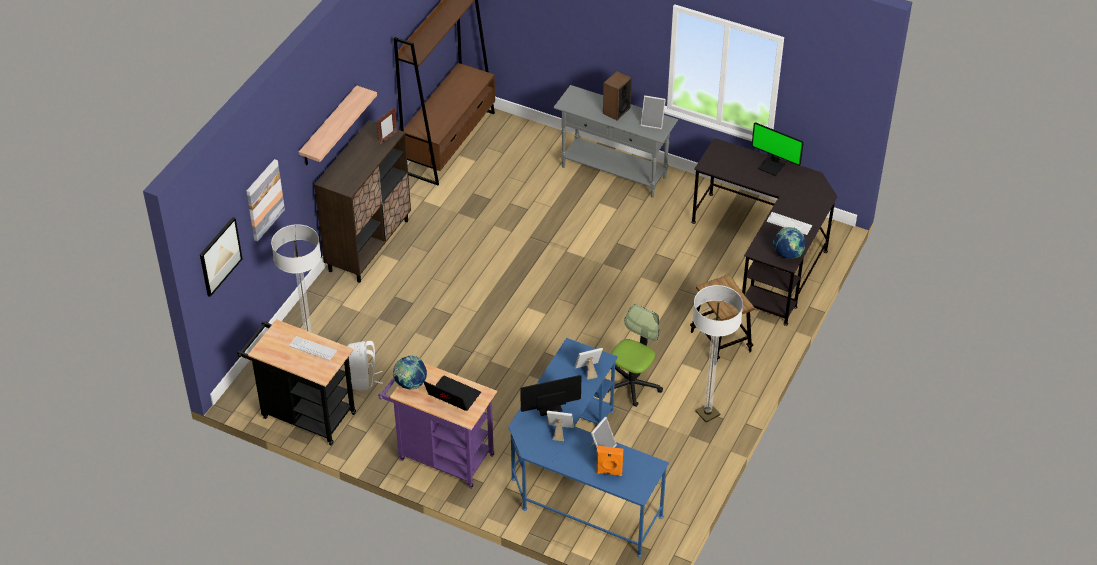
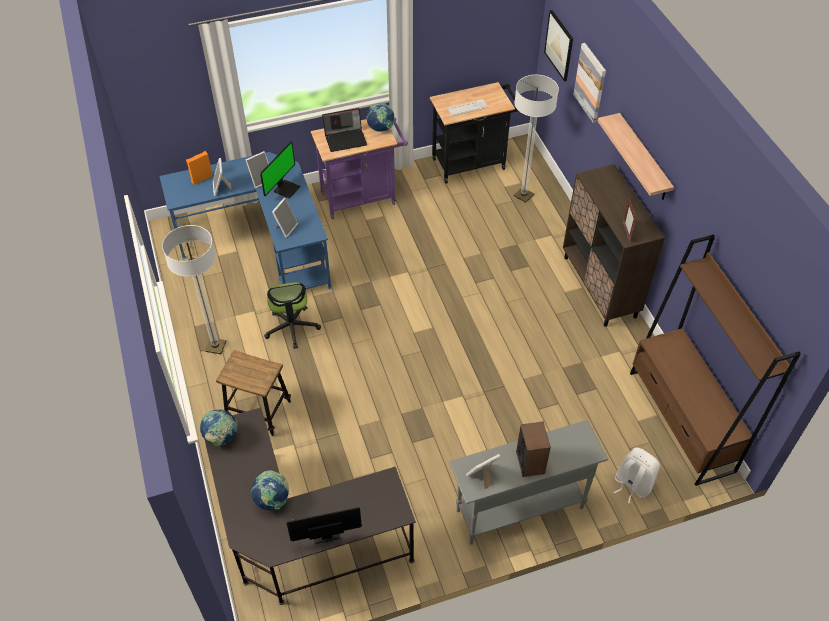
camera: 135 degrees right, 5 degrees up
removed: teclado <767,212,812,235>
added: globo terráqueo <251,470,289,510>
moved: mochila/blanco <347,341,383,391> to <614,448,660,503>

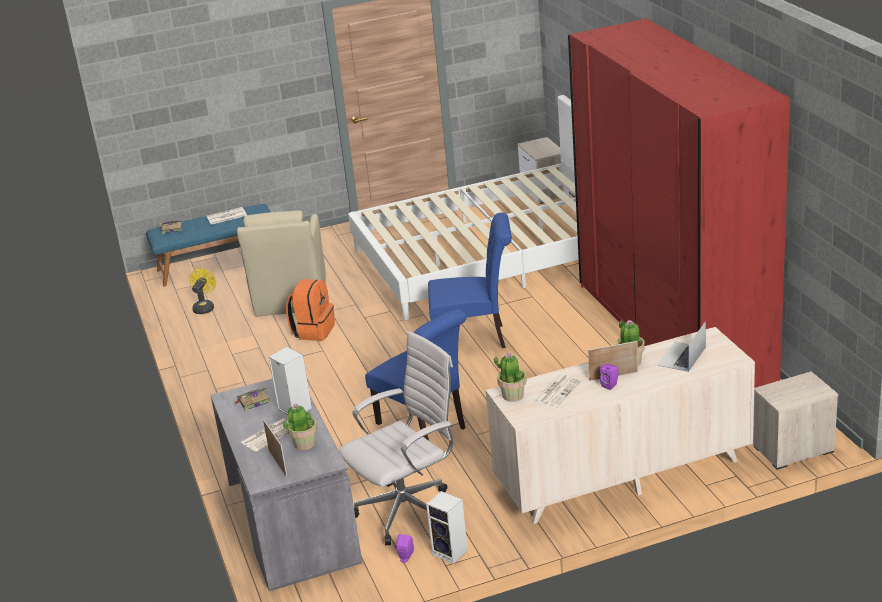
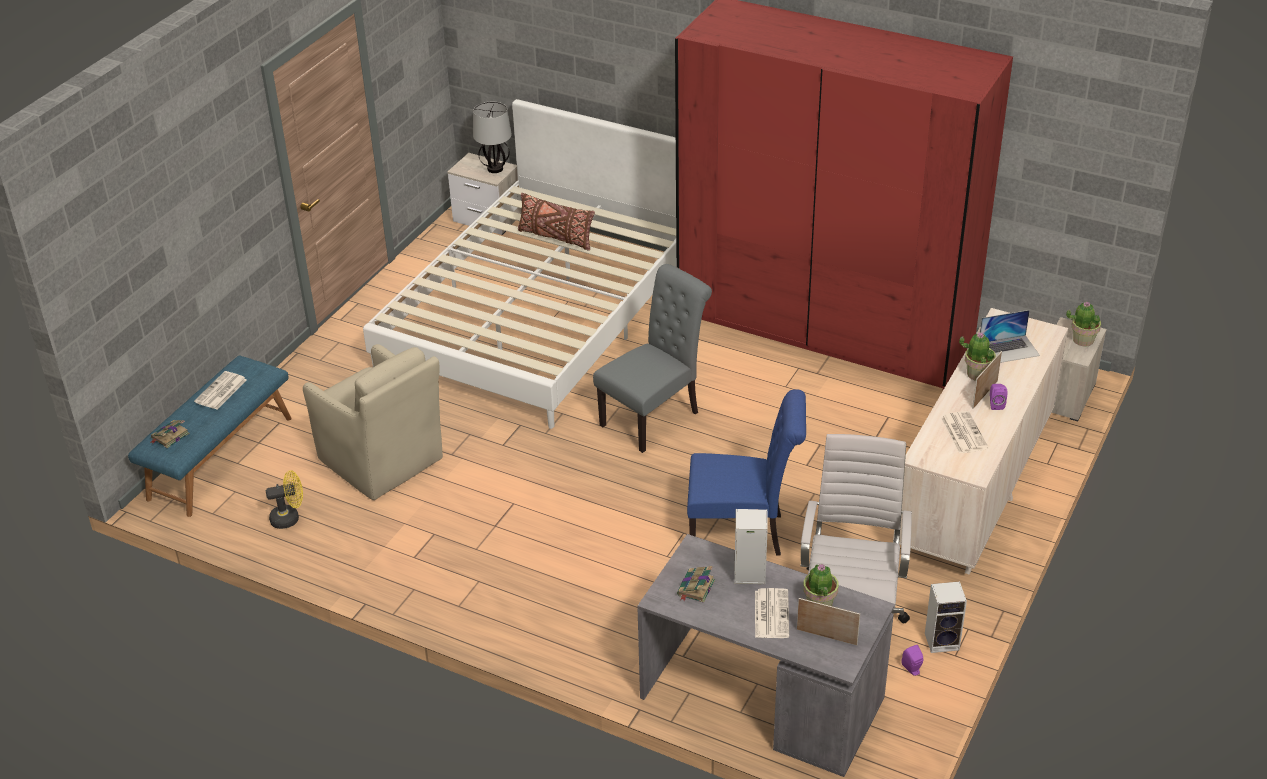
camera: 45 degrees left, 10 degrees up
removed: mochila/naranja <286,279,335,341>
added: lámpara de mesa <473,102,512,173>; cojín/marrón <518,193,595,251>
moved: planta en maceta <494,353,527,402> to <1066,301,1101,347>
recoloured: silla/azul <428,213,512,348> to silla/gris <593,264,712,453>
turned: ventilador/amarillo <189,268,216,314> = <266,470,303,529> 105 degrees clockwise; portátil <657,321,706,372> = <980,310,1040,363> 90 degrees counterclockwise

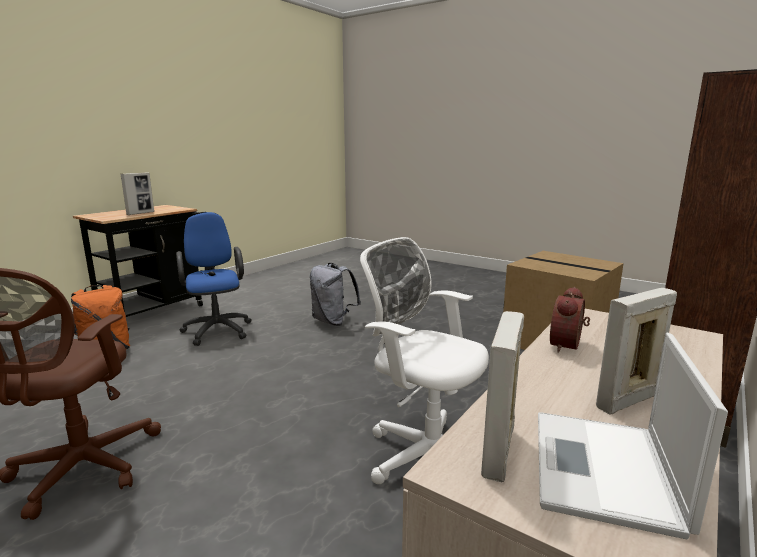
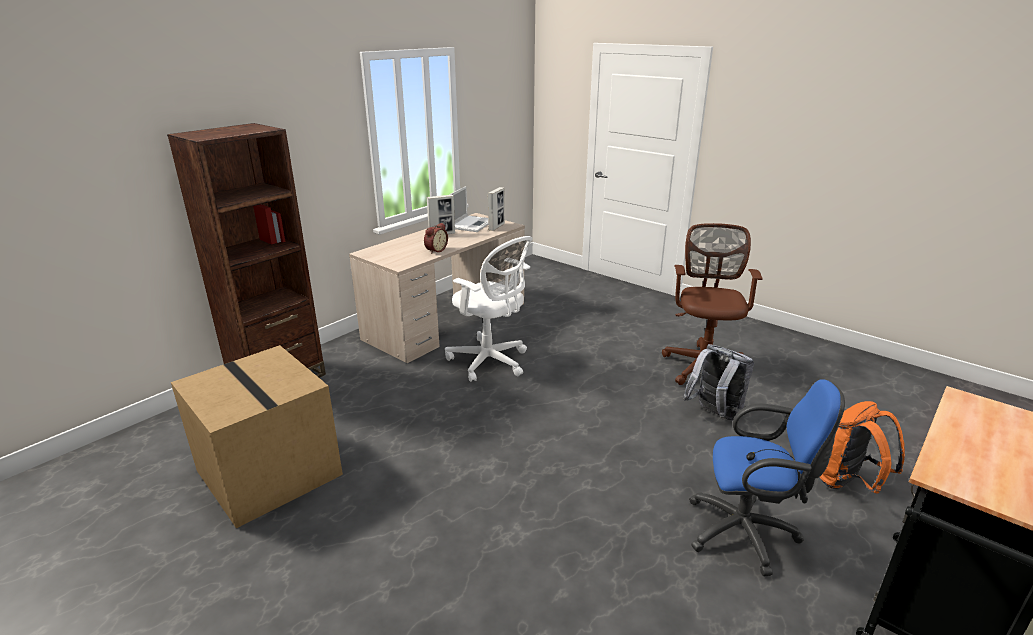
camera: 175 degrees left, 10 degrees up
removed: portarretratos <120,172,154,215>
moved: mochila/gris <310,263,361,326> to <683,344,754,421>
turned: silla de oficina/azul <176,212,252,346> = <689,379,845,576> 60 degrees counterclockwise

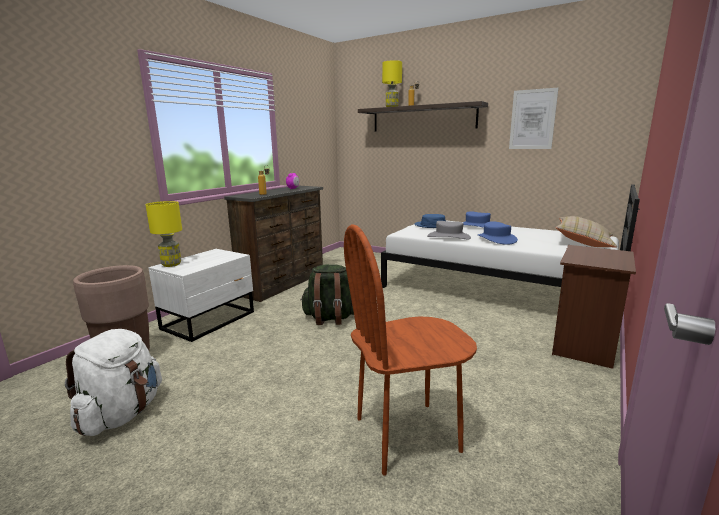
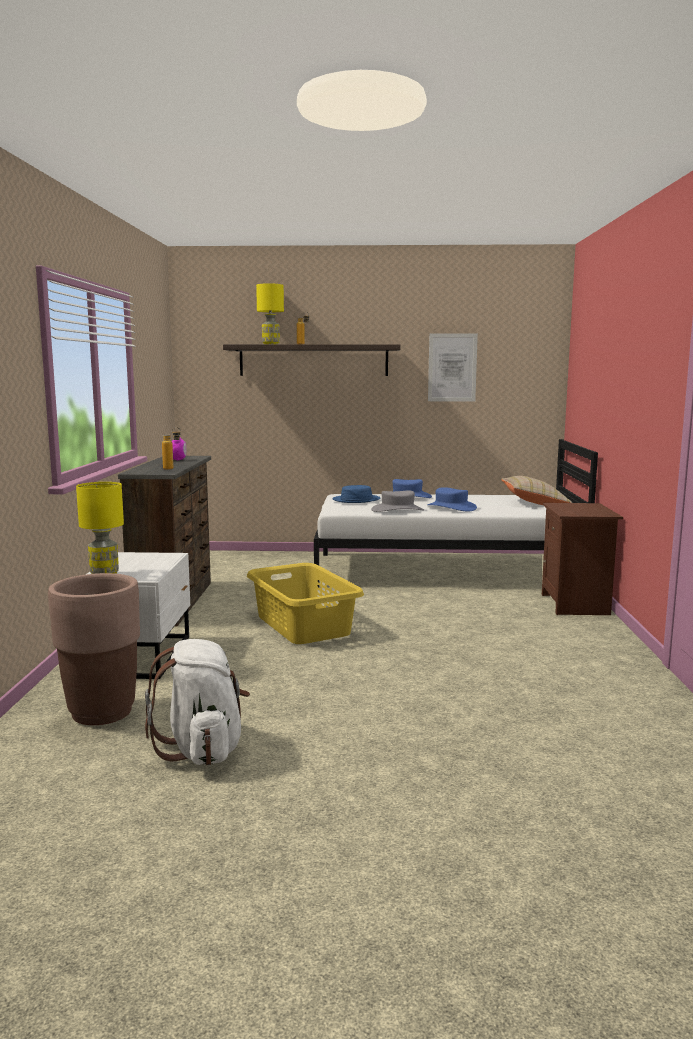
camera: 30 degrees left, 5 degrees down
removed: silla/marrón <344,224,477,476>
replaced: mochila/verde <300,264,354,325> to cesto de la ropa/amarillo <247,563,364,644>

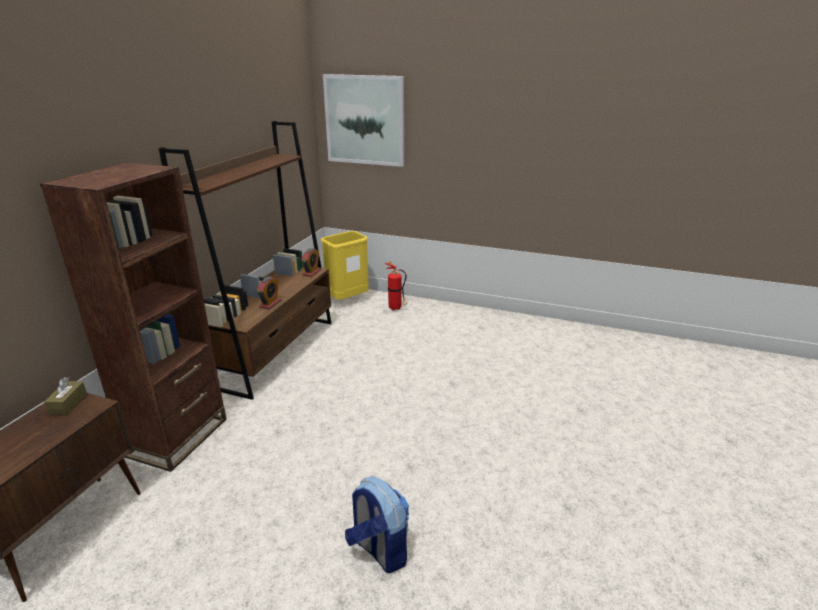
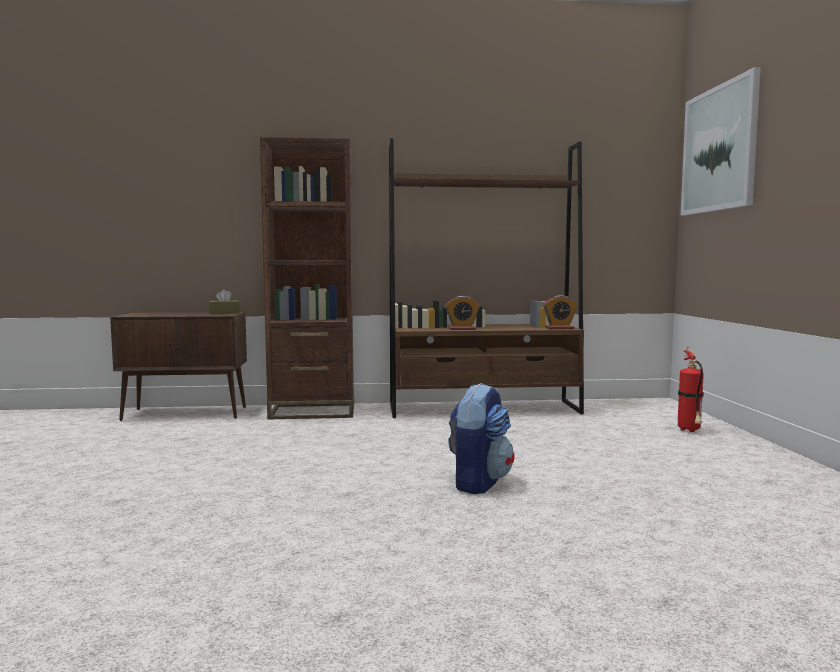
camera: 65 degrees right, 20 degrees down
removed: papelera/amarillo <321,231,369,300>
moved: mochila <345,476,409,573> to <449,383,515,494>

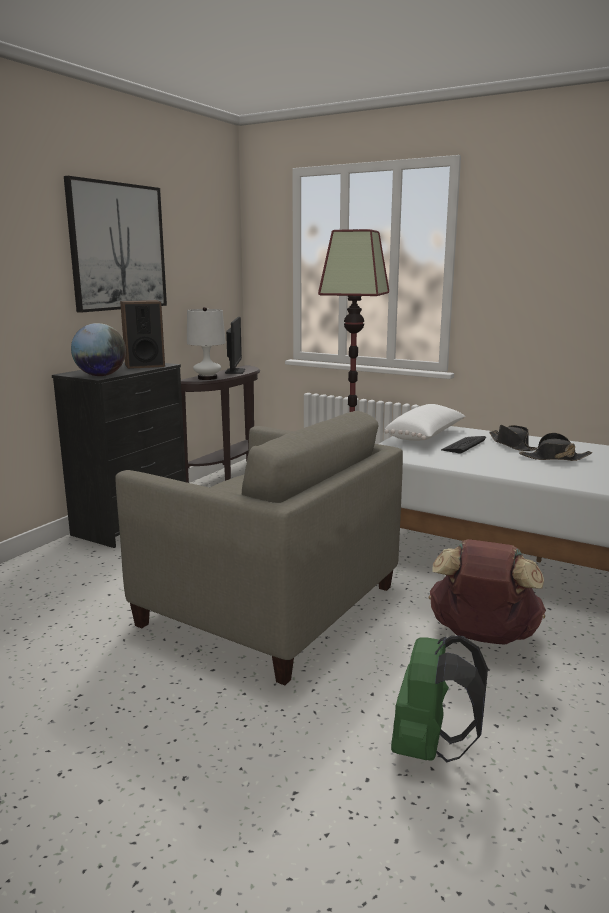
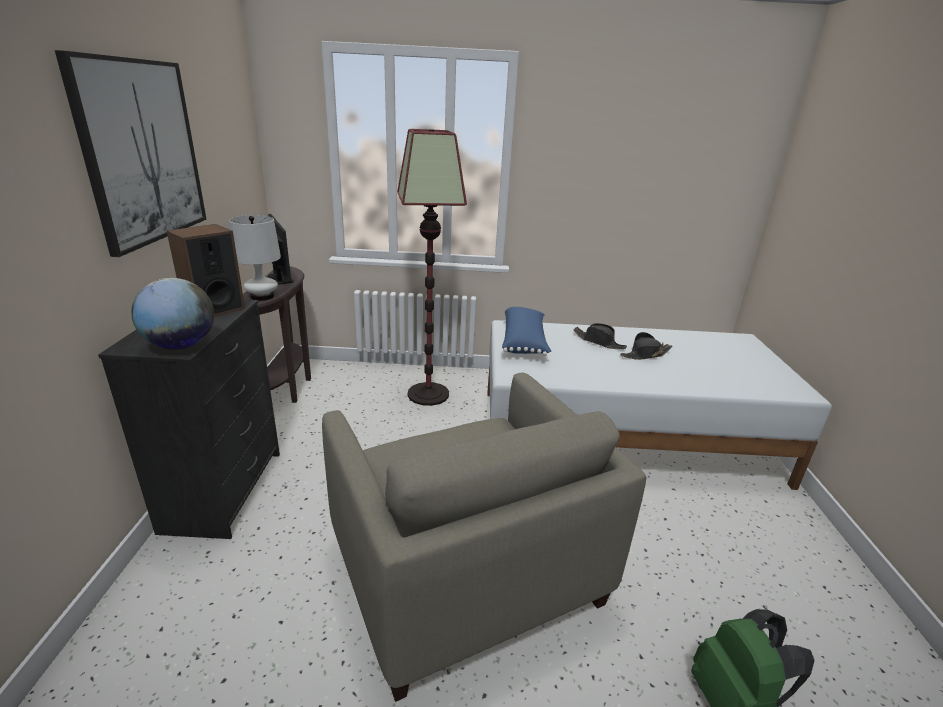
camera: 30 degrees left, 10 degrees up
removed: mochila/marrón <429,539,546,645>; teclado <441,436,486,454>
recoloured: cojín/blanco <385,404,466,441> to cojín/azul <502,307,551,356>
turned: sillón/beis <115,411,403,685> = <322,373,646,702> 60 degrees clockwise

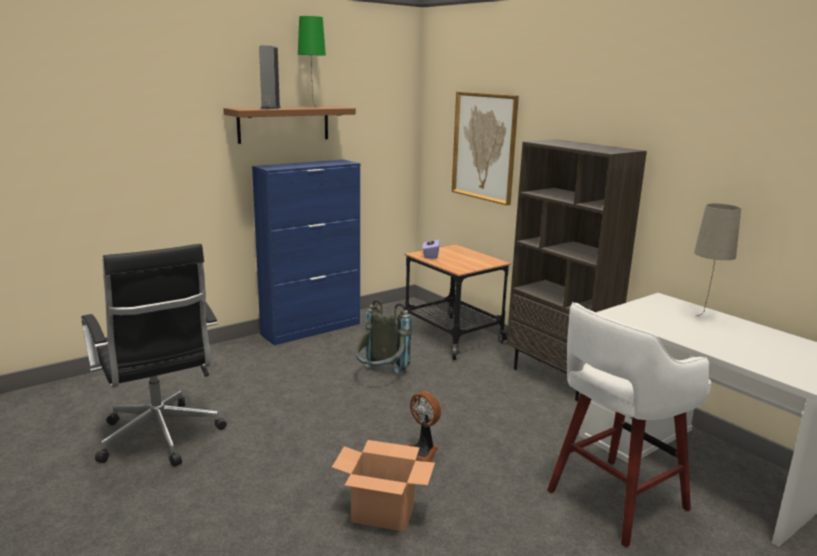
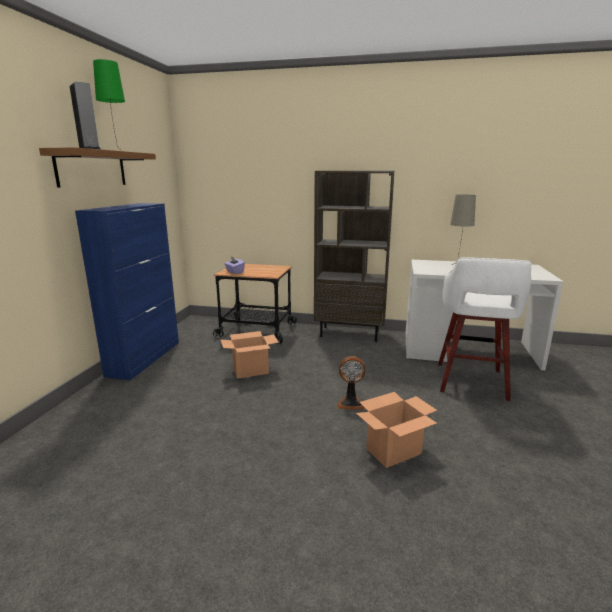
camera: 40 degrees left, 0 degrees up
removed: silla de oficina/negro <81,244,227,467>; cuadro <452,92,519,205>
replaced: mochila/gris <355,300,412,375> to caja de cartón <220,331,279,379>

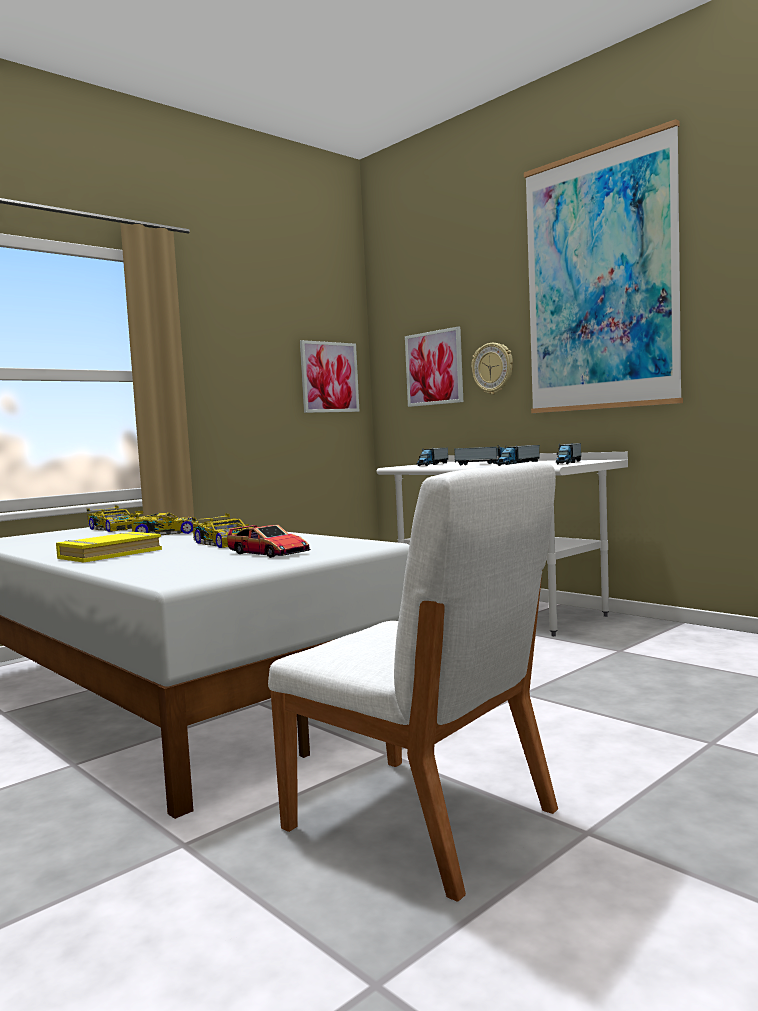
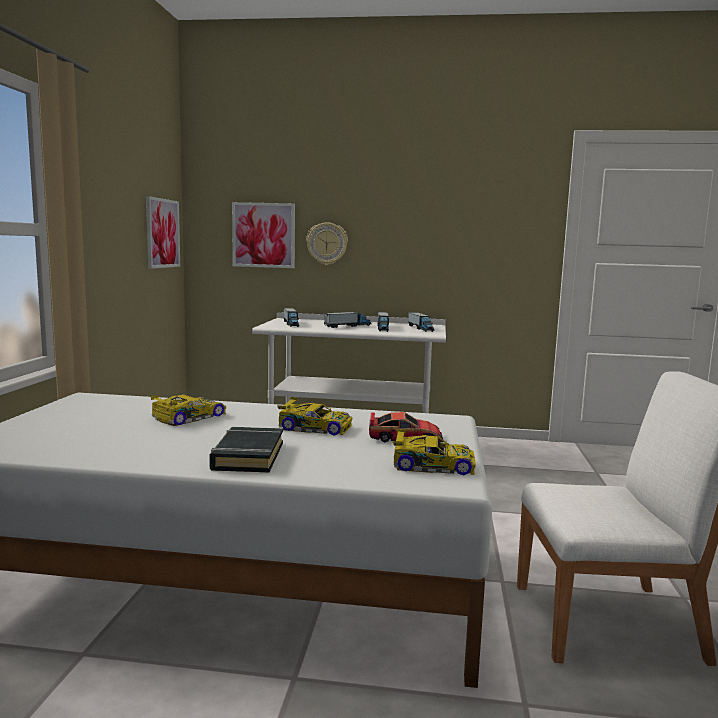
camera: 40 degrees left, 5 degrees up
removed: cuadro <524,119,683,413>
moved: coche de juguete <86,505,136,532> to <392,429,476,475>
recoloured: libro/amarillo <56,532,162,562> to libro/negro <209,427,283,472>

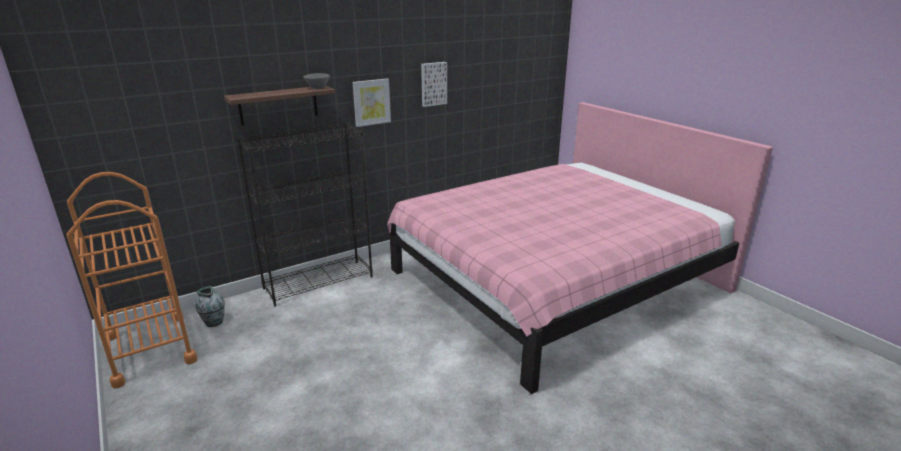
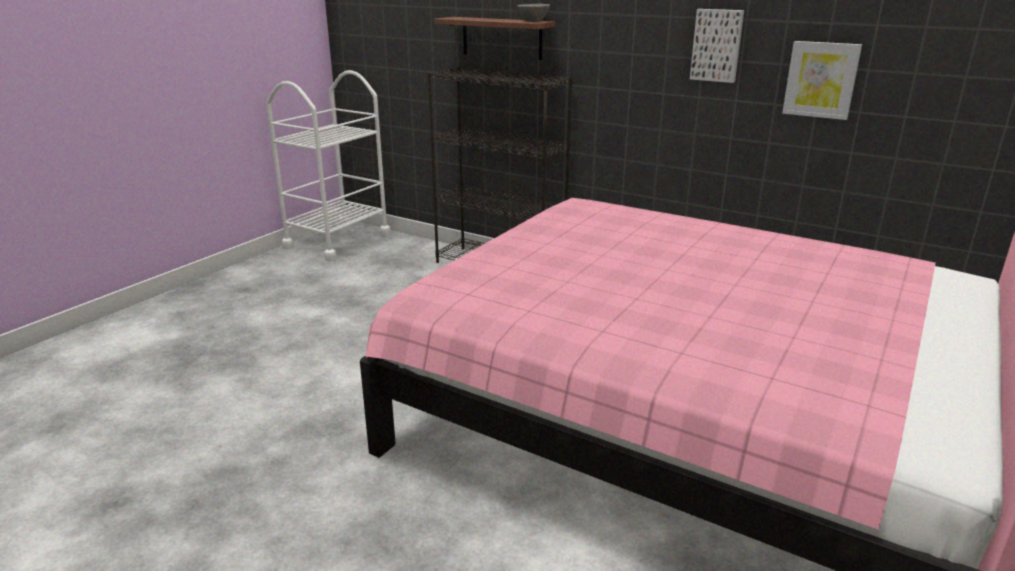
camera: 65 degrees right, 0 degrees up
removed: florero <195,286,225,327>
moved: cuadro <353,78,391,127> to <782,41,862,120>
recoloured: carrito/naranja <66,172,198,389> to carrito/blanco <266,70,391,261>

